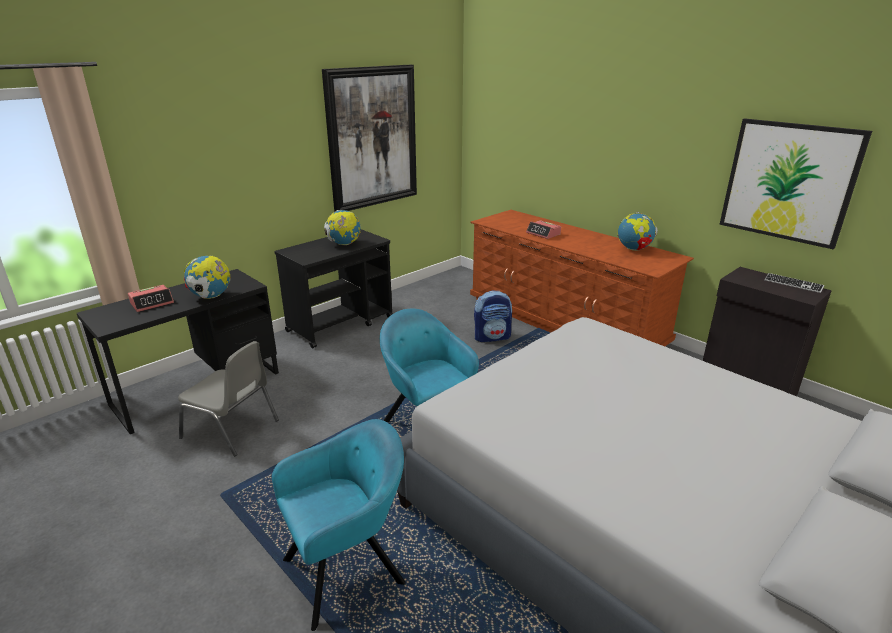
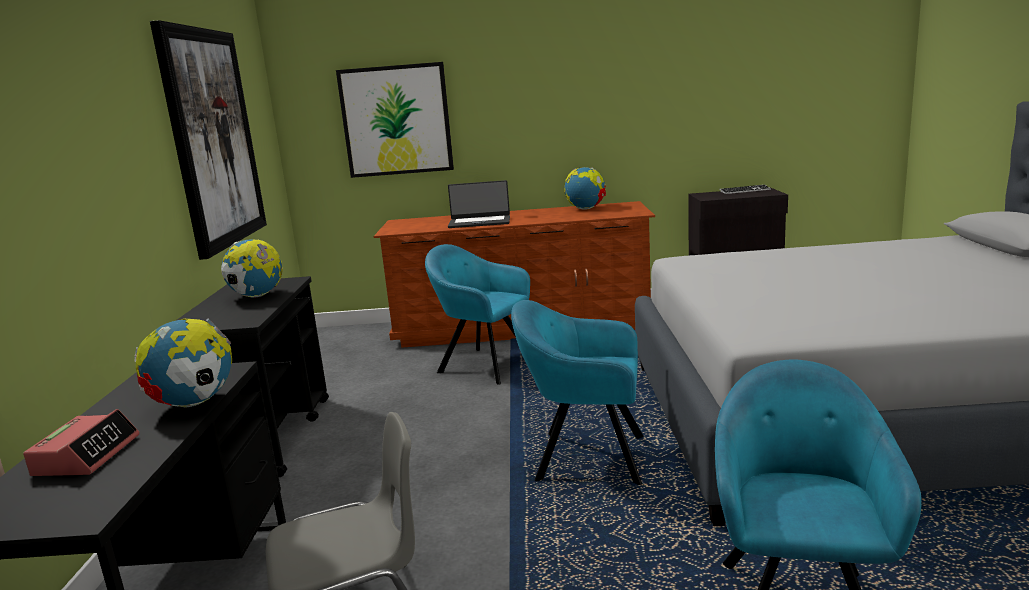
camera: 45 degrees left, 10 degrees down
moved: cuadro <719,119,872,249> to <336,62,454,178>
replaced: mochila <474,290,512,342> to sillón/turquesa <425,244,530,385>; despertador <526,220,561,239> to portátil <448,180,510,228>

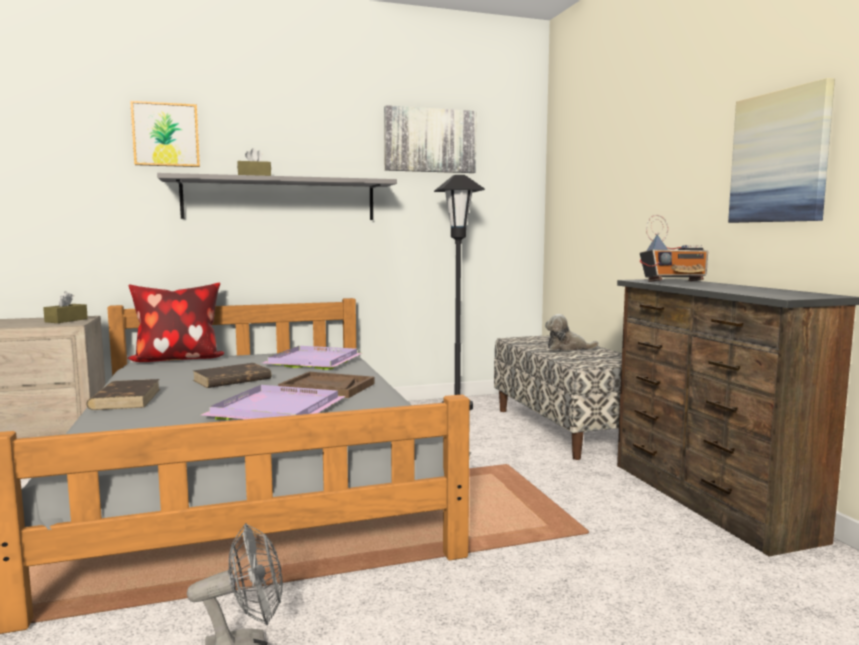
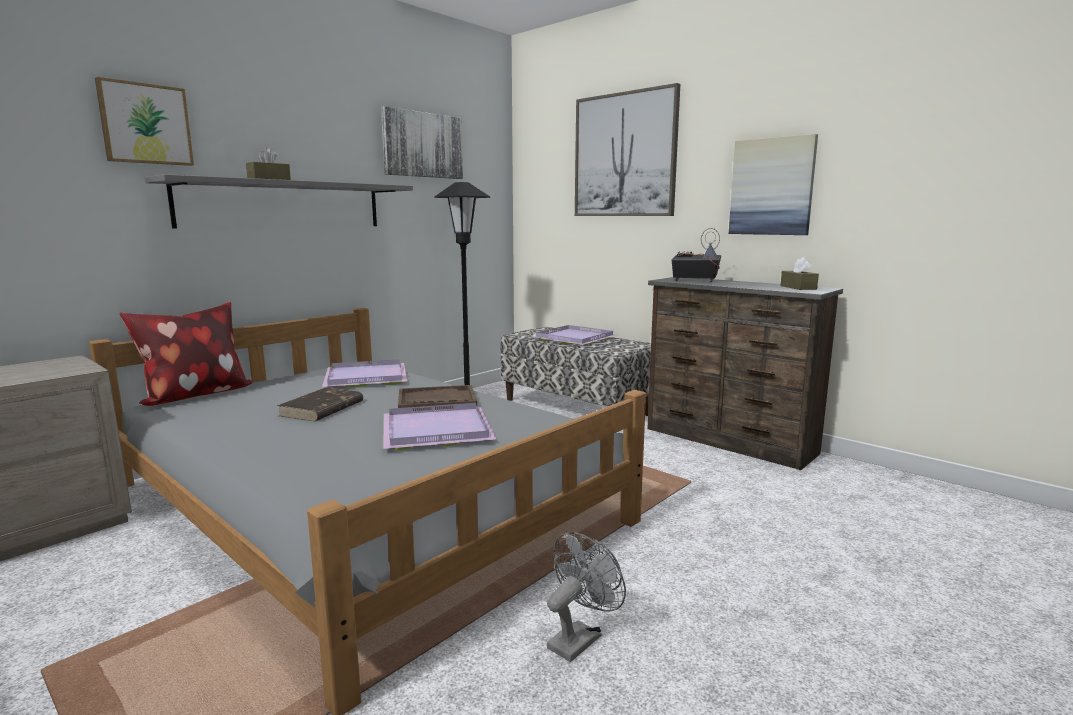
camera: 30 degrees left, 5 degrees up
removed: libro/marrón <86,379,160,410>
added: cuadro <575,83,680,216>
moved: caja de pañuelos/marrón <43,291,88,323> to <780,257,819,290>
replaced: peluche <545,314,599,351> to bandeja/morado <532,325,616,345>
turned: radio <640,215,708,282> = <672,228,721,282> 120 degrees counterclockwise

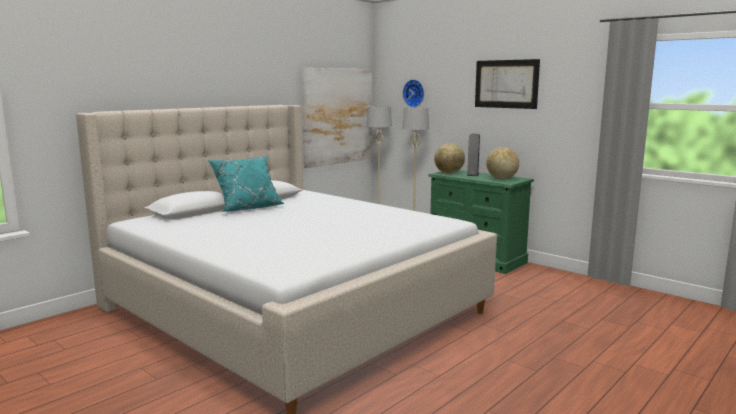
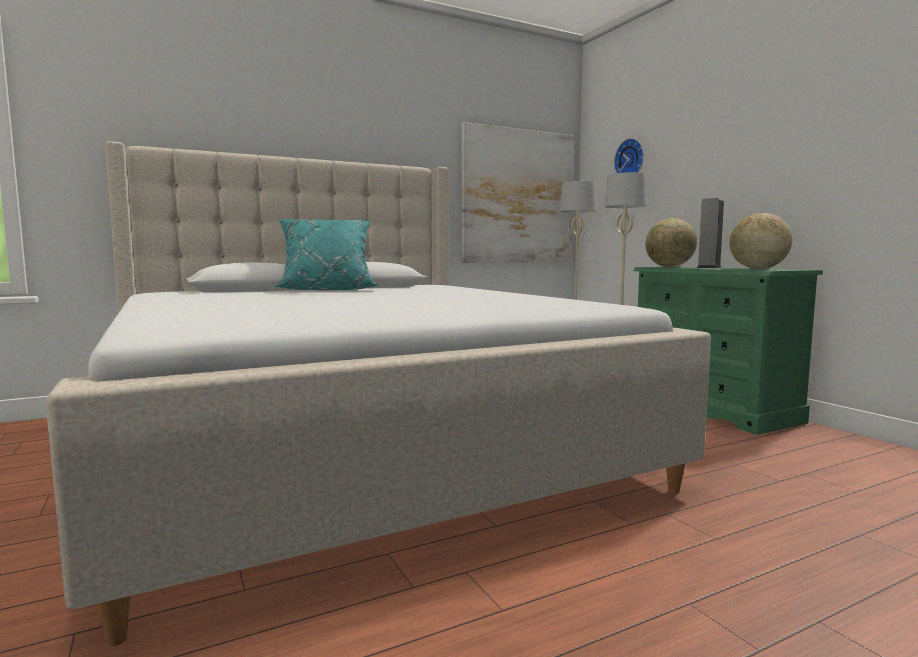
camera: 20 degrees right, 5 degrees down
removed: cuadro <475,59,540,109>

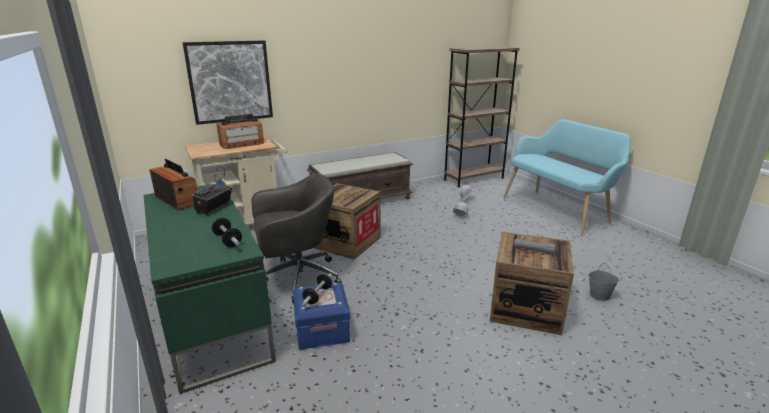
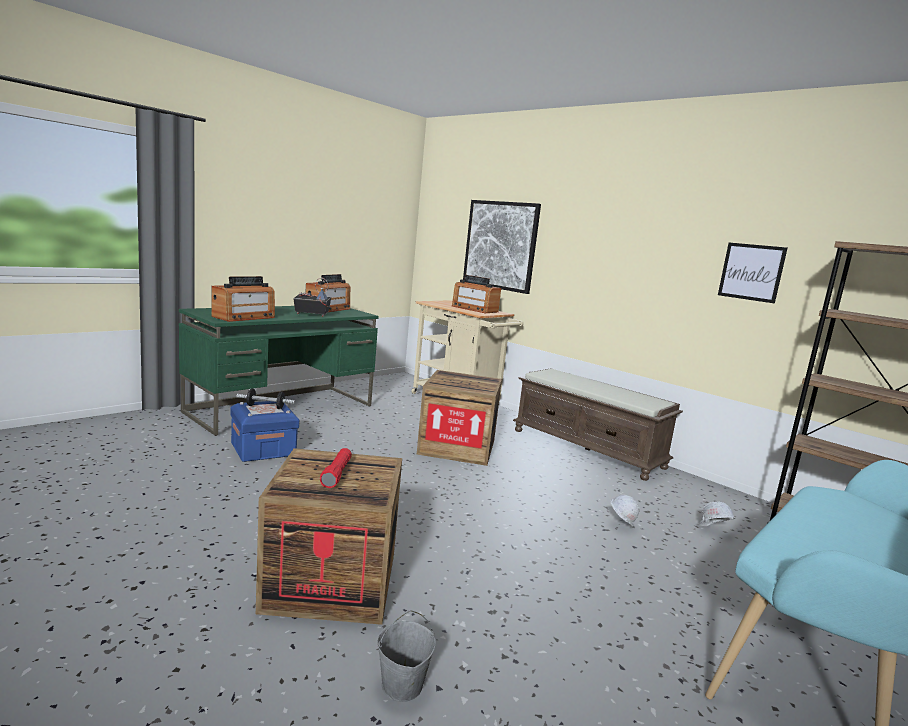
camera: 70 degrees right, 10 degrees down
removed: silla de oficina/gris <251,174,342,303>
added: cuadro <718,243,787,304>
replaced: mancuerna <212,218,242,247> to radio <211,276,275,322>
recoloured: linterna/gris <514,239,556,255> to linterna/rojo <320,448,352,488>

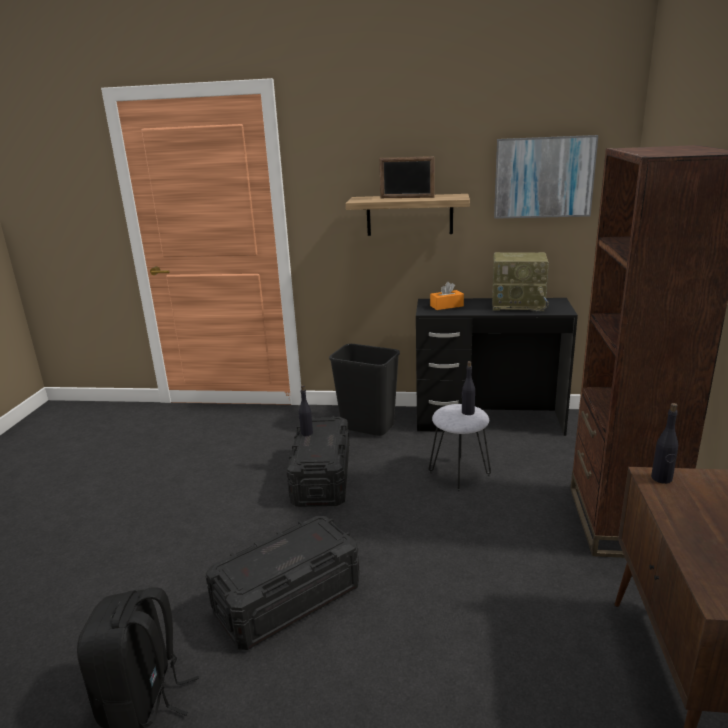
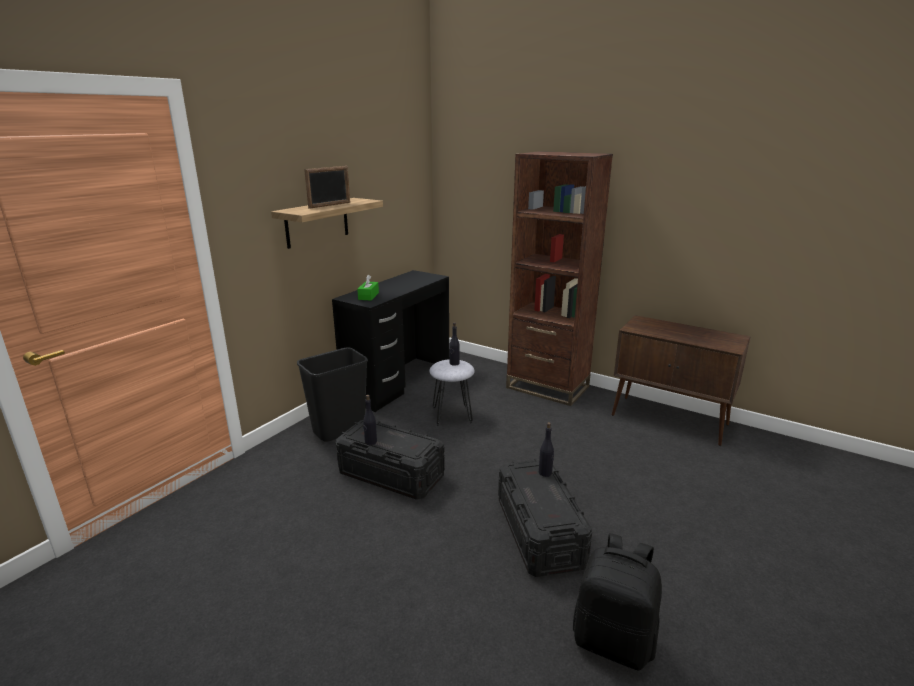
camera: 65 degrees left, 0 degrees up
removed: radio <492,252,549,311>; cuadro <494,135,598,219>
moved: botella/negro <651,403,678,484> to <539,422,554,477>
recoloured: caja de pañuelos/naranja <430,282,464,310> to caja de pañuelos/verde <357,275,379,300>

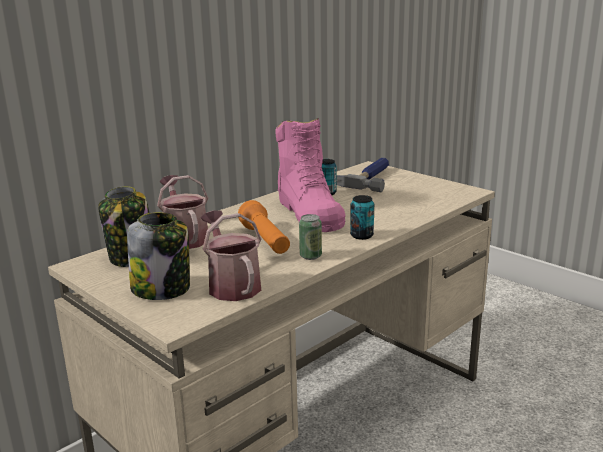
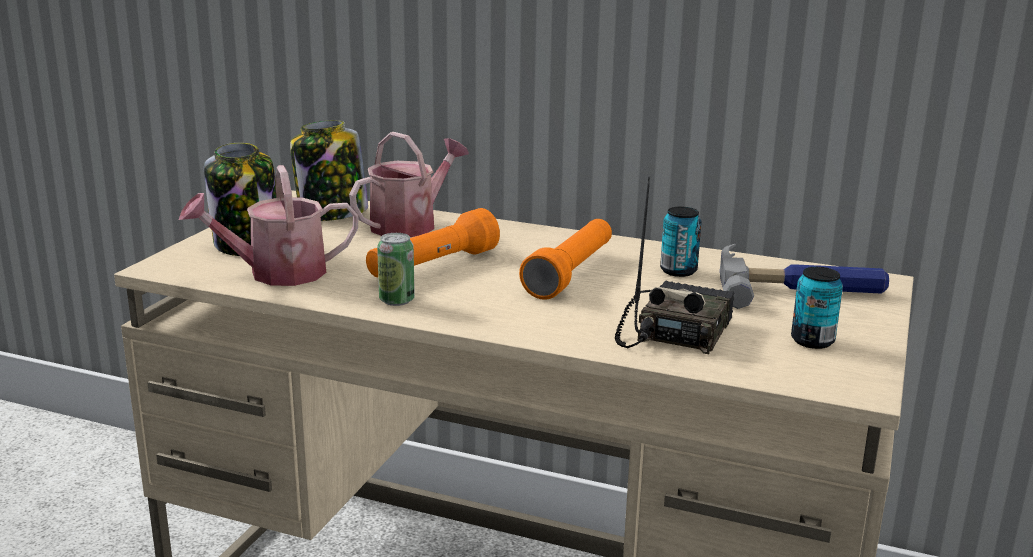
camera: 65 degrees right, 0 degrees up
added: radio <614,176,734,354>
moved: lata <350,195,374,240> to <791,267,843,349>
replaced: bota/rosa <276,118,346,232> to linterna/naranja <519,219,612,300>
turned: regadera <200,210,262,301> = <179,165,359,286> 150 degrees counterclockwise

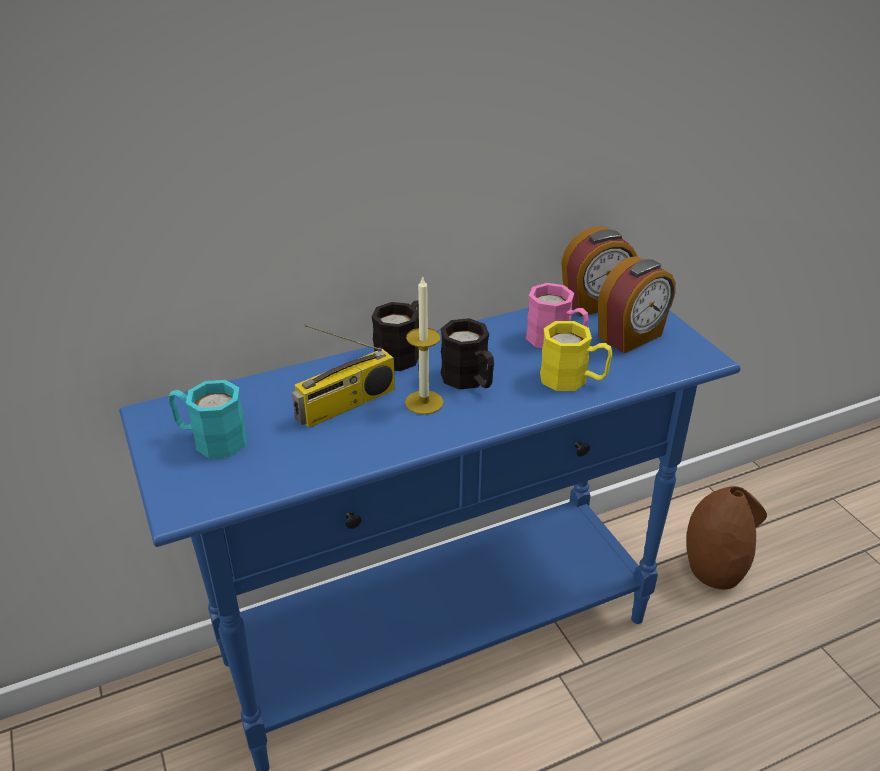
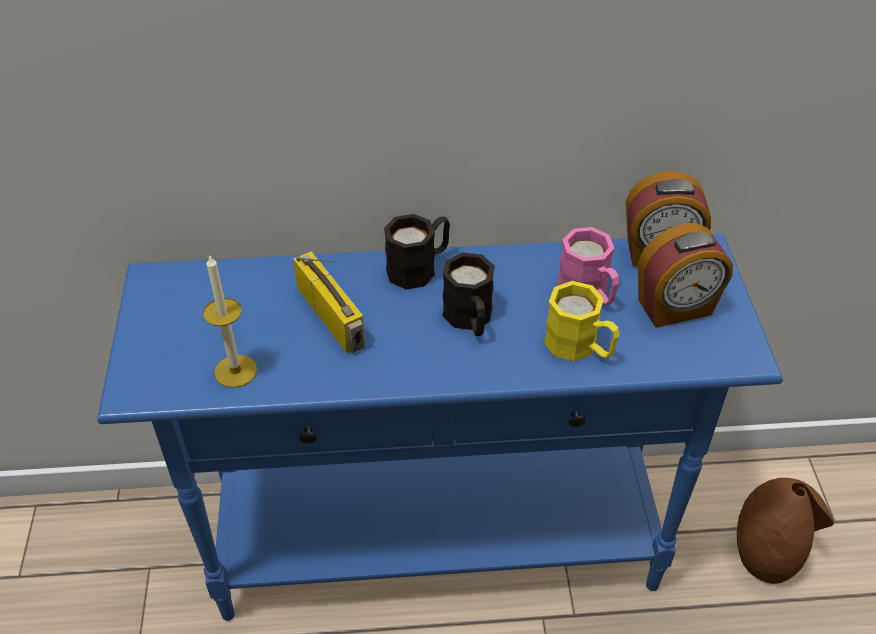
camera: 20 degrees right, 10 degrees up
removed: taza grande/turquesa <168,380,247,459>
moved: vela <405,275,444,415> to <203,254,257,388>
turned: radio <292,325,395,428> = <293,251,365,353> 105 degrees counterclockwise

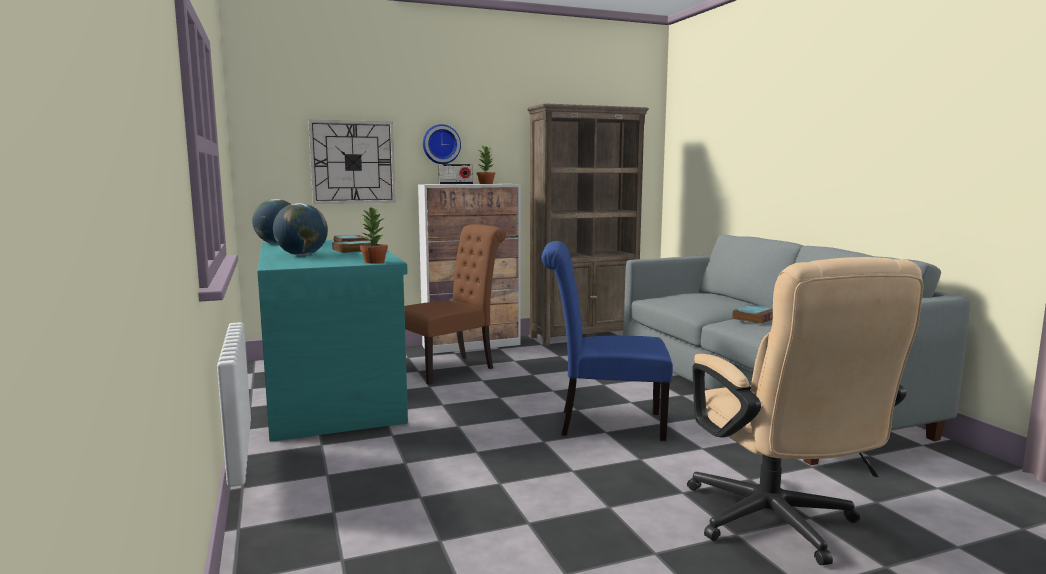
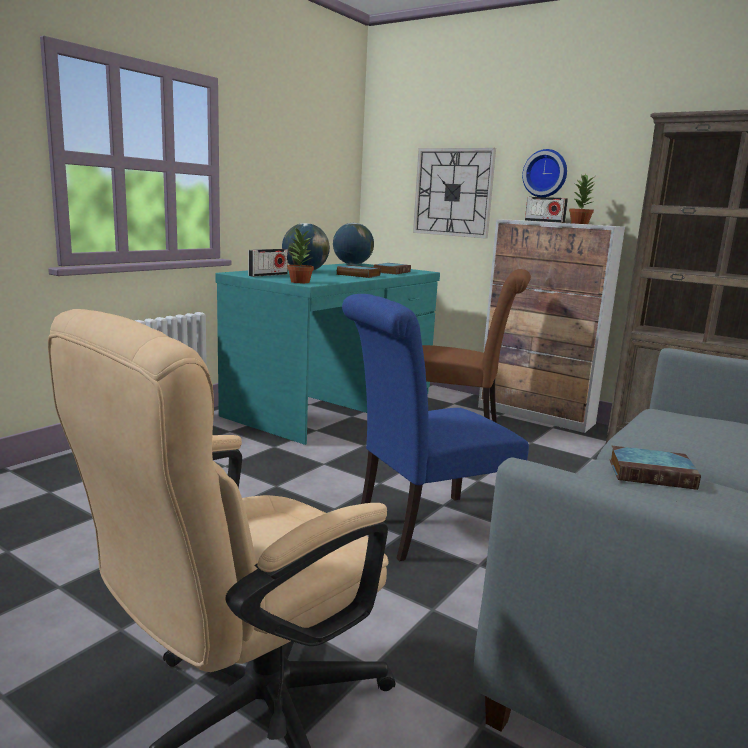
camera: 55 degrees right, 5 degrees up
added: radio <248,249,288,277>
turned: silla/azul <542,241,673,441> = <342,294,529,561> 90 degrees counterclockwise

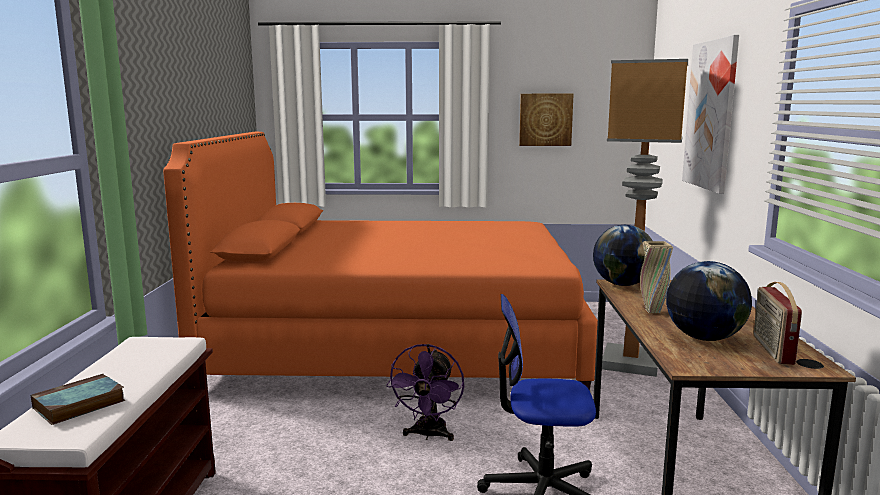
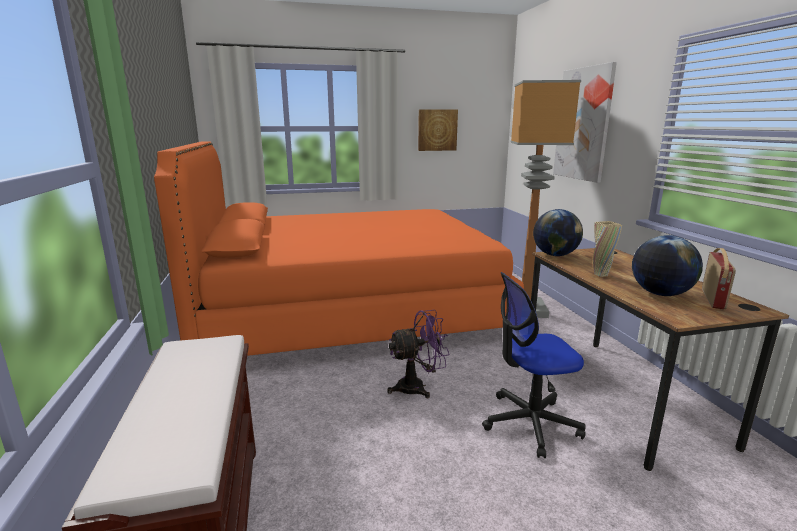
camera: 15 degrees left, 5 degrees up
removed: libro <31,374,126,425>
turned: ventilador/morado <386,344,464,441> = <387,310,449,398> 105 degrees counterclockwise; radio <754,282,802,365> = <702,248,736,309> 150 degrees counterclockwise

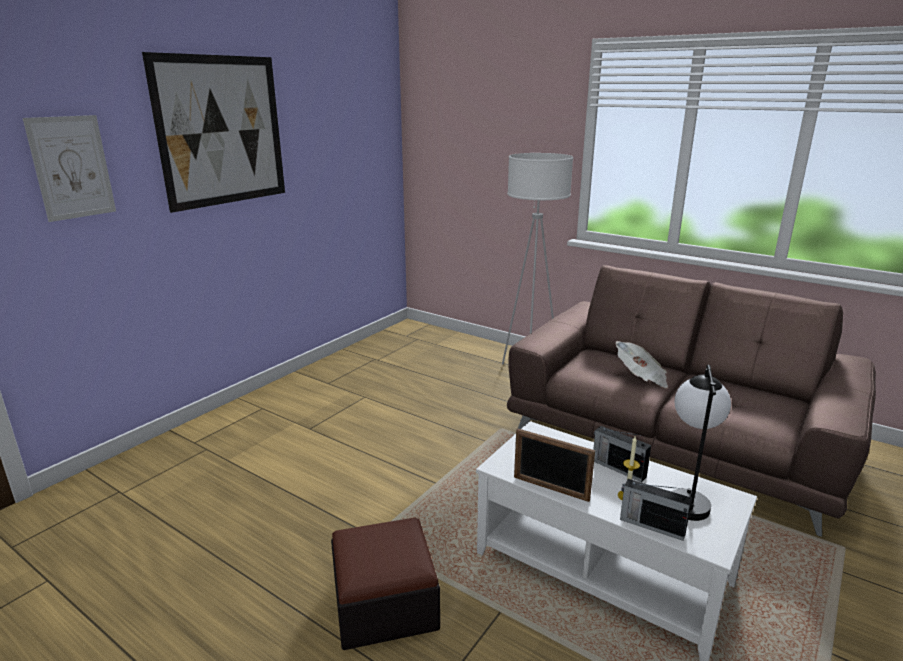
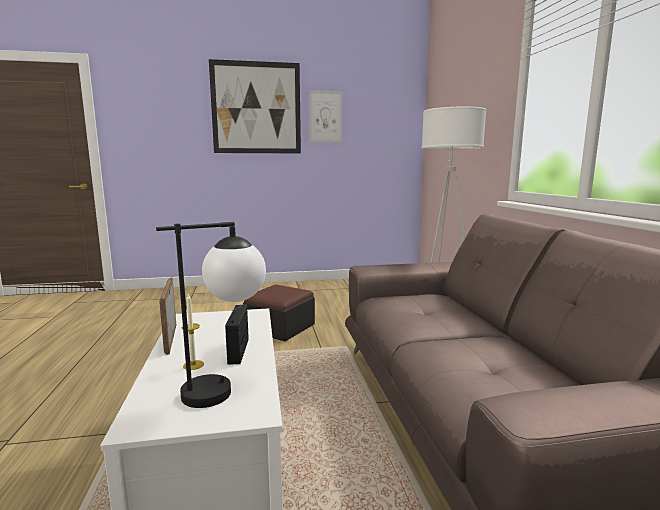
camera: 45 degrees right, 10 degrees down
removed: periódico <615,341,668,388>; radio <620,479,692,541>
moved: cuadro <23,115,116,222> to <309,90,342,142>; puf <331,517,440,650> to <243,285,315,341>

